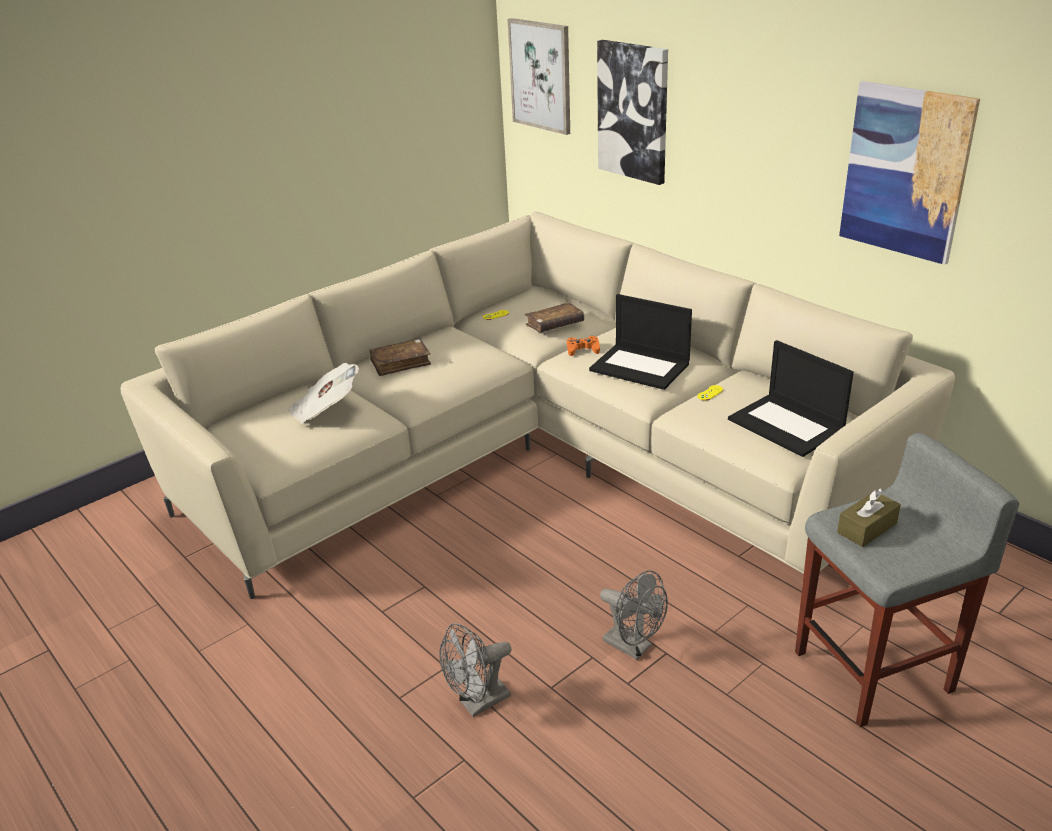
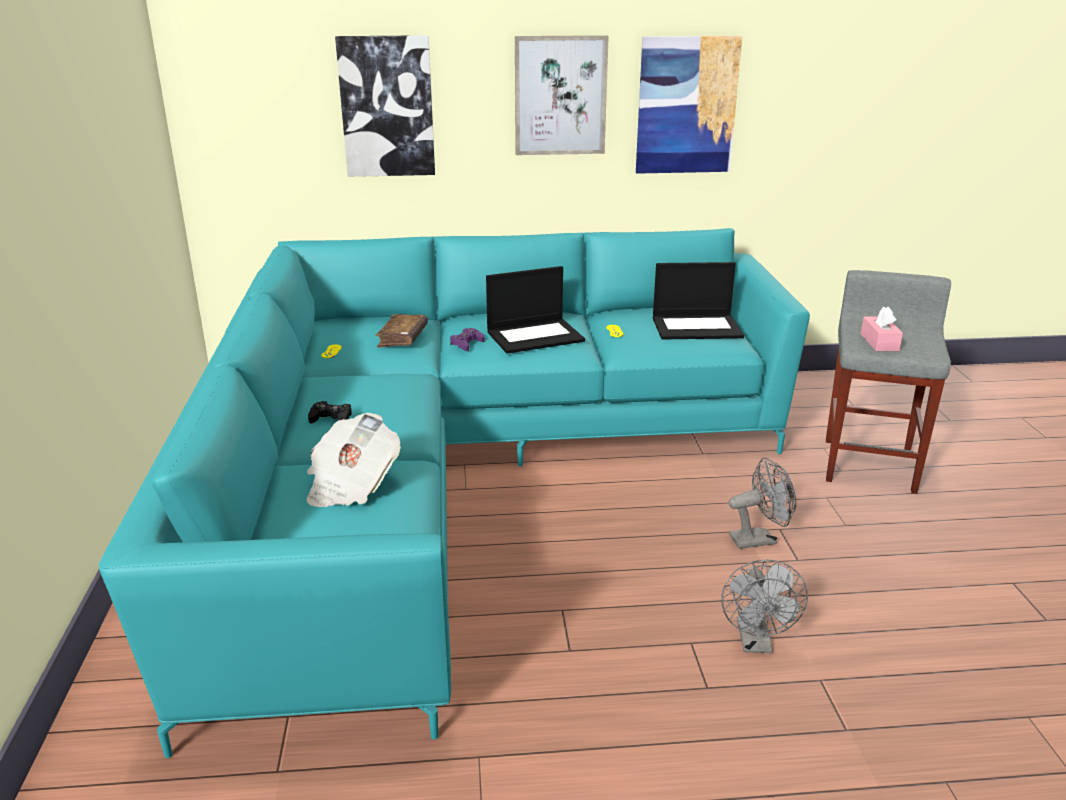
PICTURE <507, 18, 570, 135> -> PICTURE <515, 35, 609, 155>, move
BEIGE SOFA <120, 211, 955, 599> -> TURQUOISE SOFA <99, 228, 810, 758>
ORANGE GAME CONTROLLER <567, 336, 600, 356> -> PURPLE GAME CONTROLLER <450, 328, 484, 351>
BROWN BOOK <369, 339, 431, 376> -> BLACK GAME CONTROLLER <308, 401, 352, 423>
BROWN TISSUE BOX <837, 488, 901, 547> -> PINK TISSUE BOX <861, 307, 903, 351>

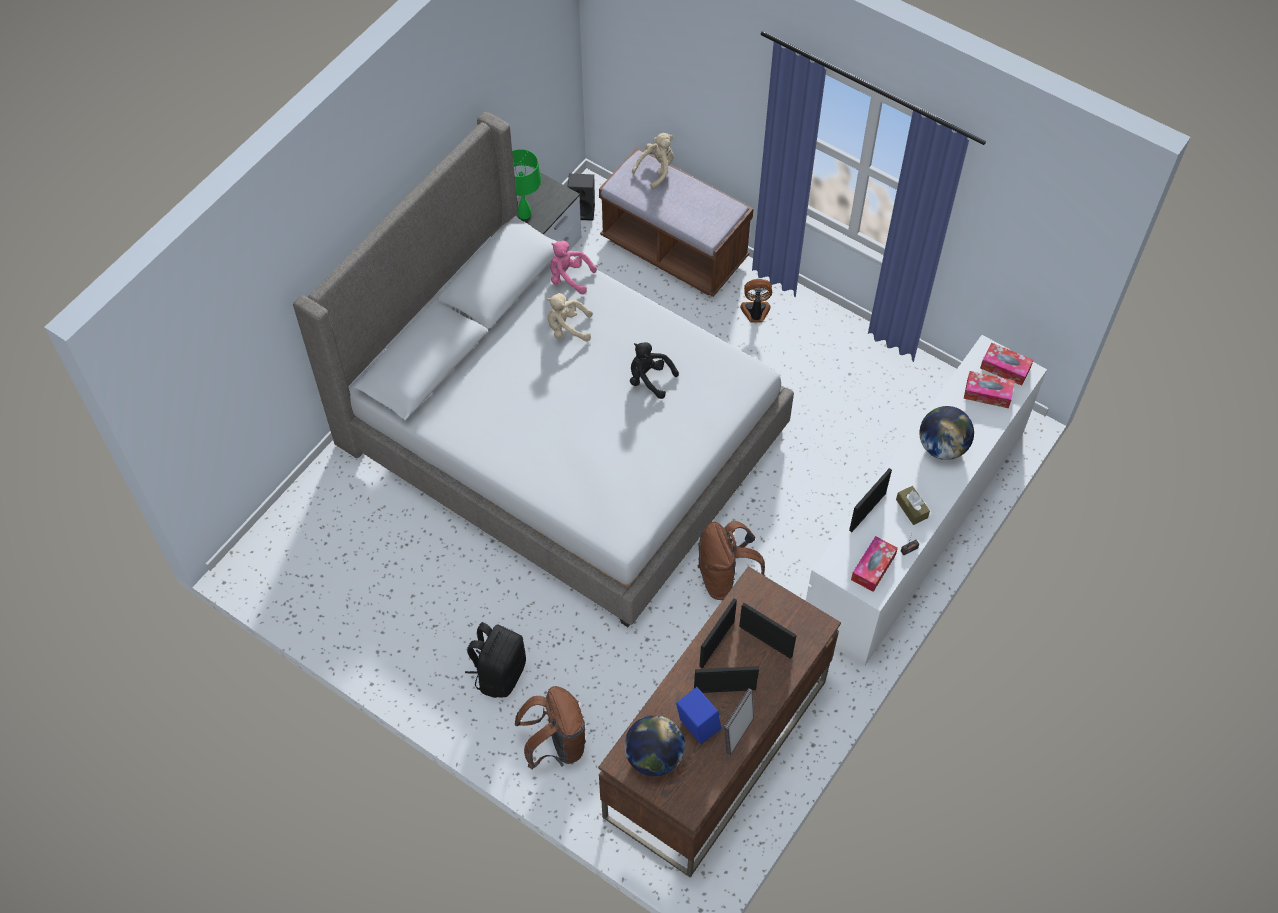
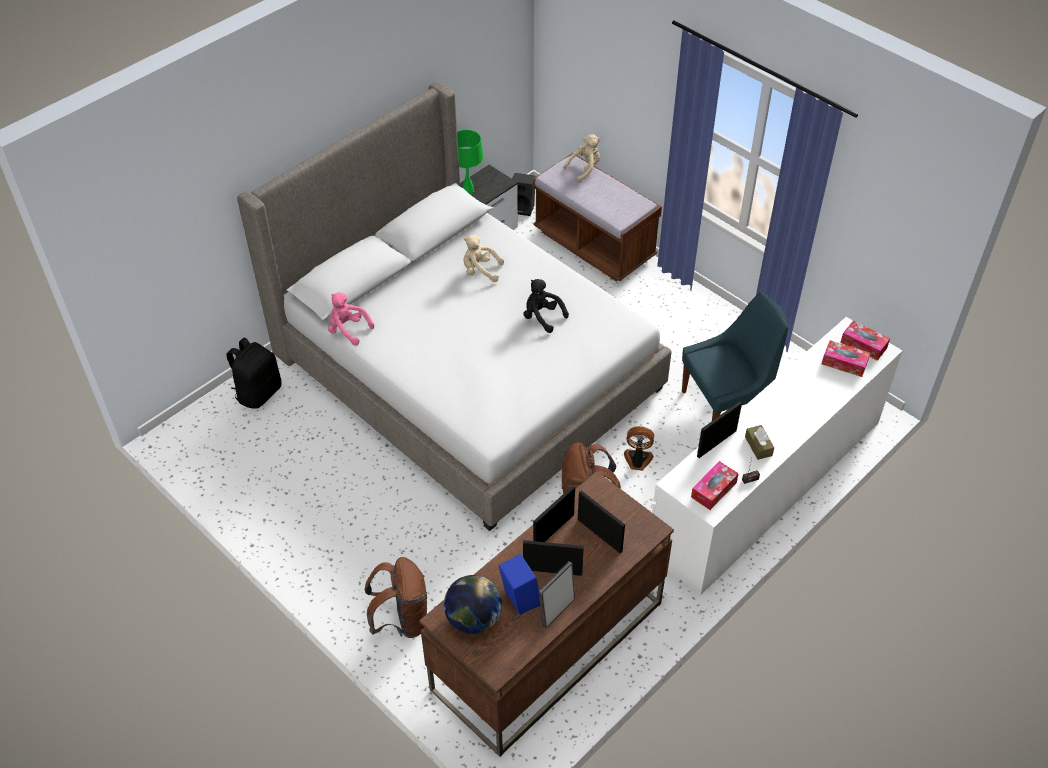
PINK PLUSH TOY <550, 241, 597, 294> -> PINK PLUSH TOY <328, 292, 374, 345>, move
FAN <740, 279, 772, 323> -> FAN <624, 426, 654, 471>, move
GLOBE <919, 406, 974, 460> -> none
BLACK BACKPACK <465, 622, 526, 698> -> BLACK BACKPACK <227, 338, 281, 409>, move
none -> BLUE CHAIR <682, 292, 788, 421>

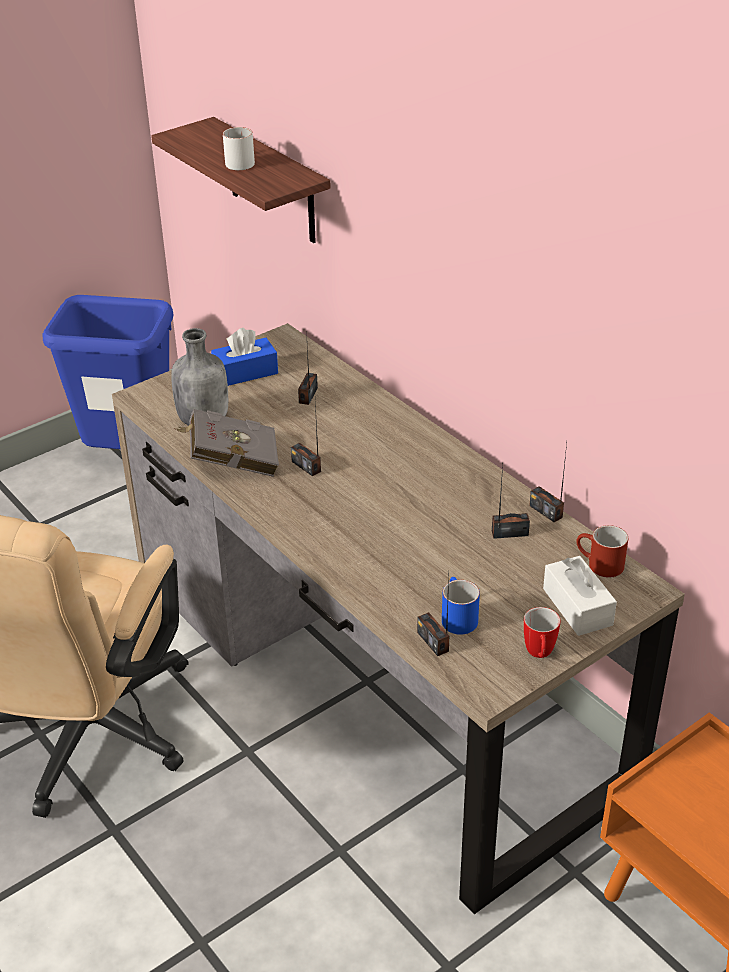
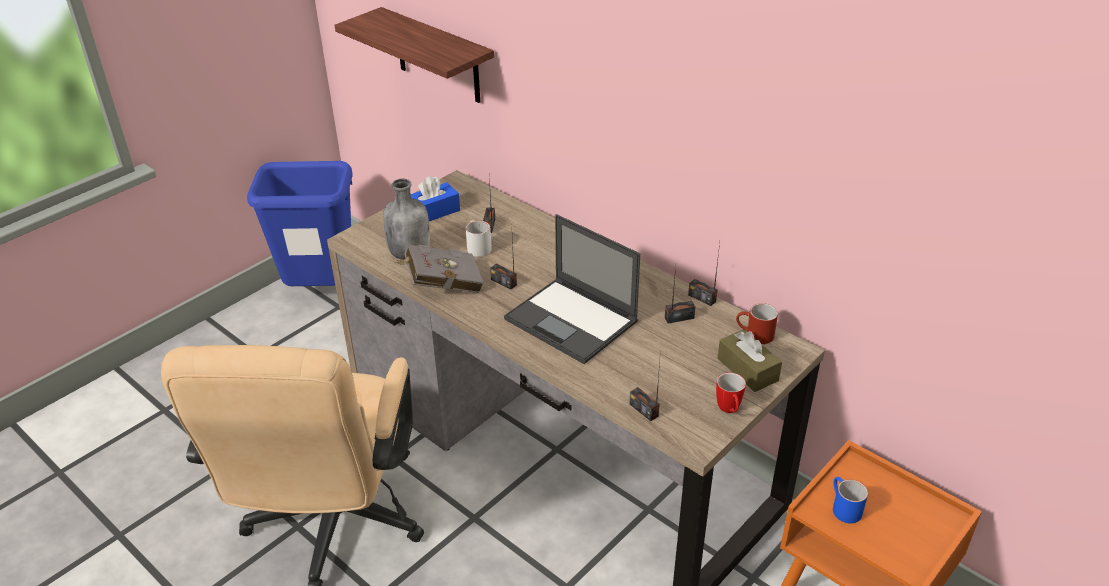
WHITE MUG <223, 127, 255, 170> -> WHITE MUG <466, 220, 492, 257>, move
WHITE TISSUE BOX <543, 556, 617, 636> -> BROWN TISSUE BOX <717, 329, 782, 392>
BLUE MUG <442, 577, 480, 635> -> BLUE MUG <833, 477, 868, 523>, move
none -> LAPTOP <504, 214, 640, 364>

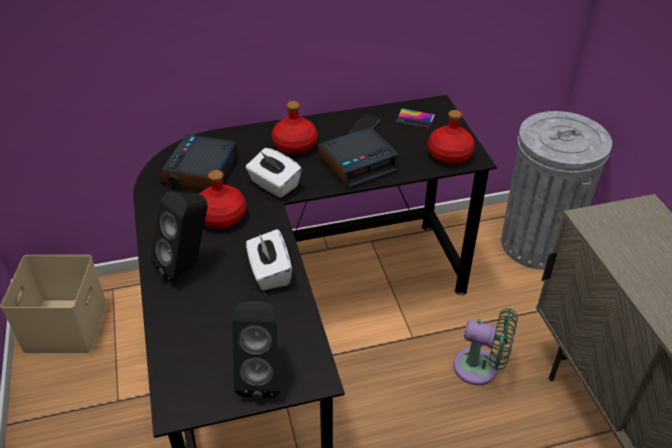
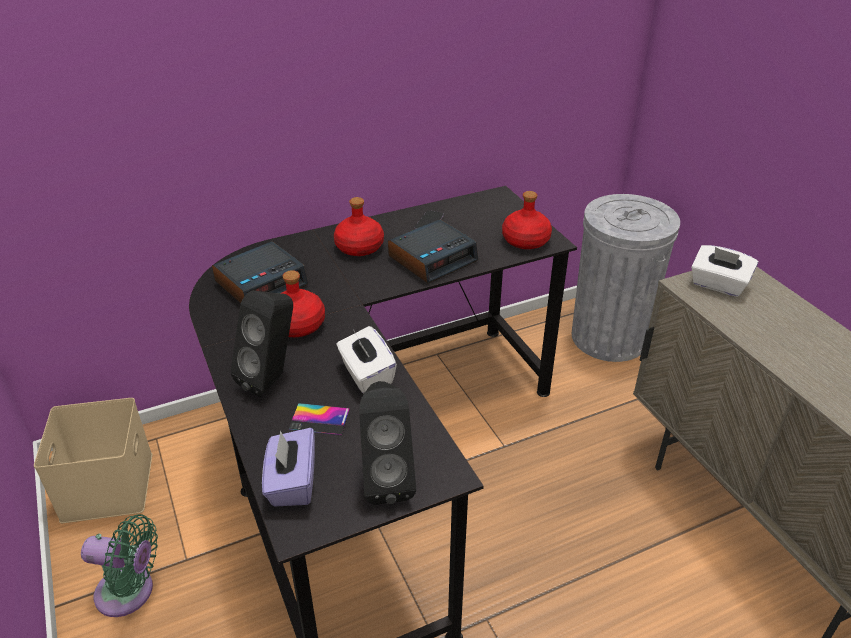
PHONE <396, 108, 436, 128> -> PHONE <289, 403, 350, 435>, move
ALARM CLOCK <160, 134, 238, 191> -> ALARM CLOCK <212, 241, 308, 304>, 135 degrees counterclockwise
WHITE TISSUE BOX <246, 148, 302, 198> -> WHITE TISSUE BOX <691, 245, 758, 297>, move
GREEN FAN <453, 309, 518, 385> -> GREEN FAN <81, 514, 158, 617>, move
none -> PURPLE TISSUE BOX <262, 428, 315, 507>

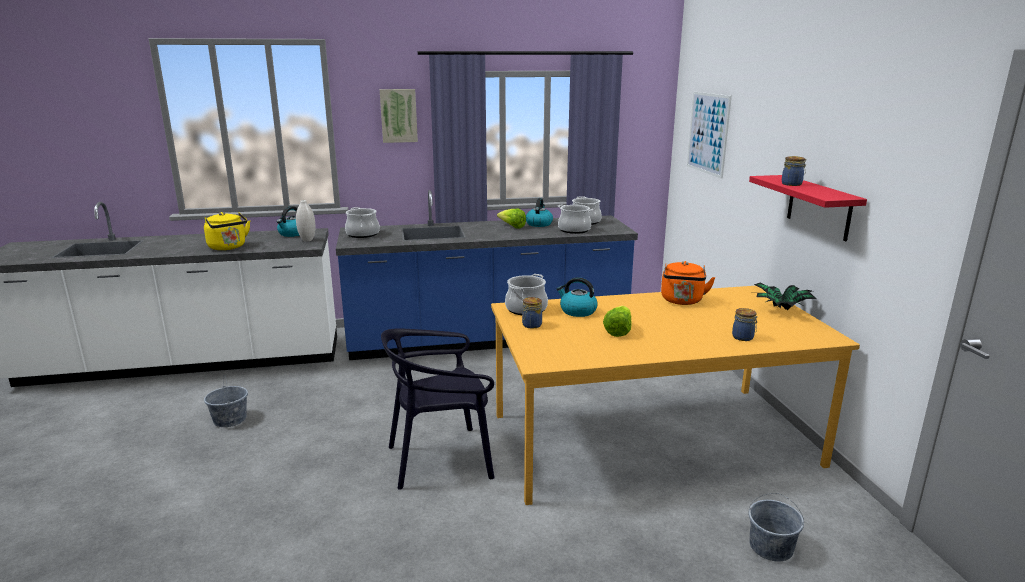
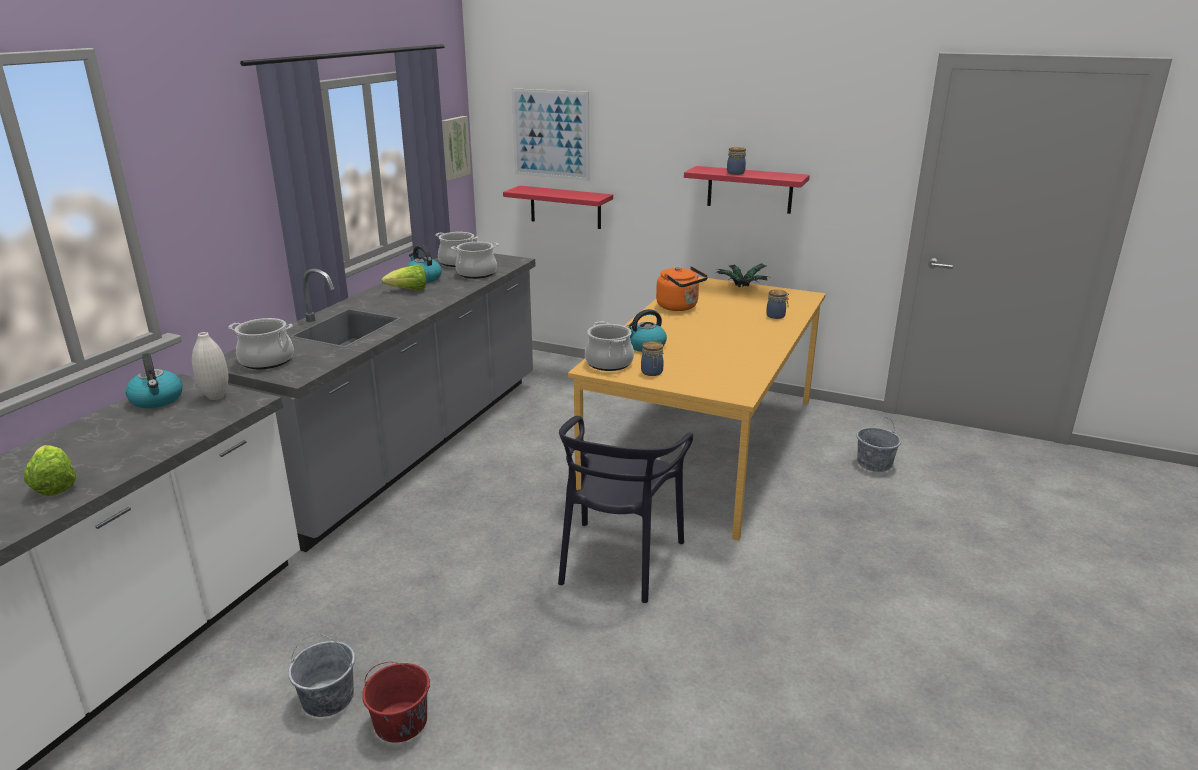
PICTURE <380, 89, 418, 143> -> PICTURE <442, 116, 471, 181>, move
BLUE COUNTER <336, 190, 638, 360> -> GREY COUNTER <224, 253, 536, 552>
YELLOW KETTLE <204, 212, 250, 250> -> none
LETTUCE <603, 306, 632, 337> -> LETTUCE <24, 445, 77, 496>, move
none -> RED SHELF <503, 186, 613, 229>
none -> RED BUCKET <362, 662, 430, 742>

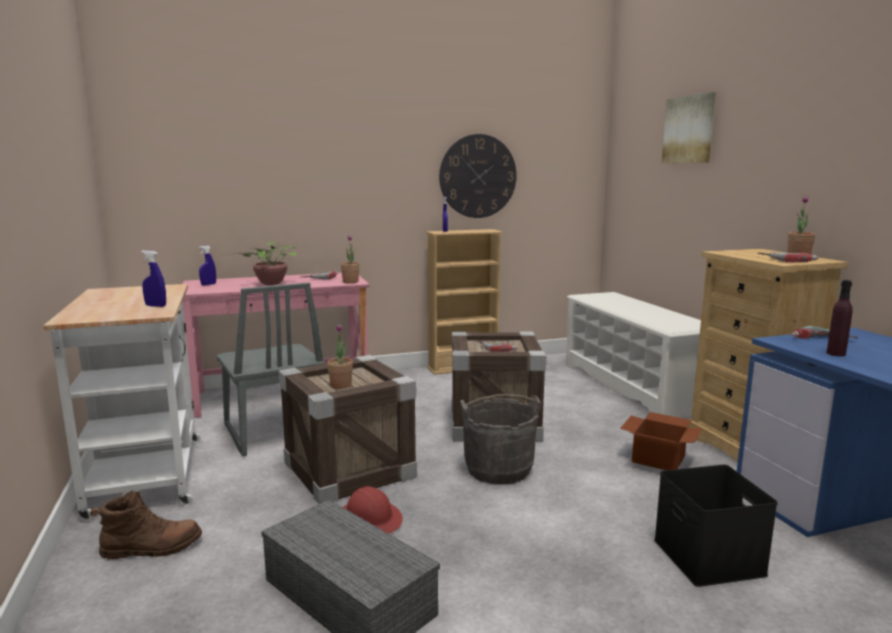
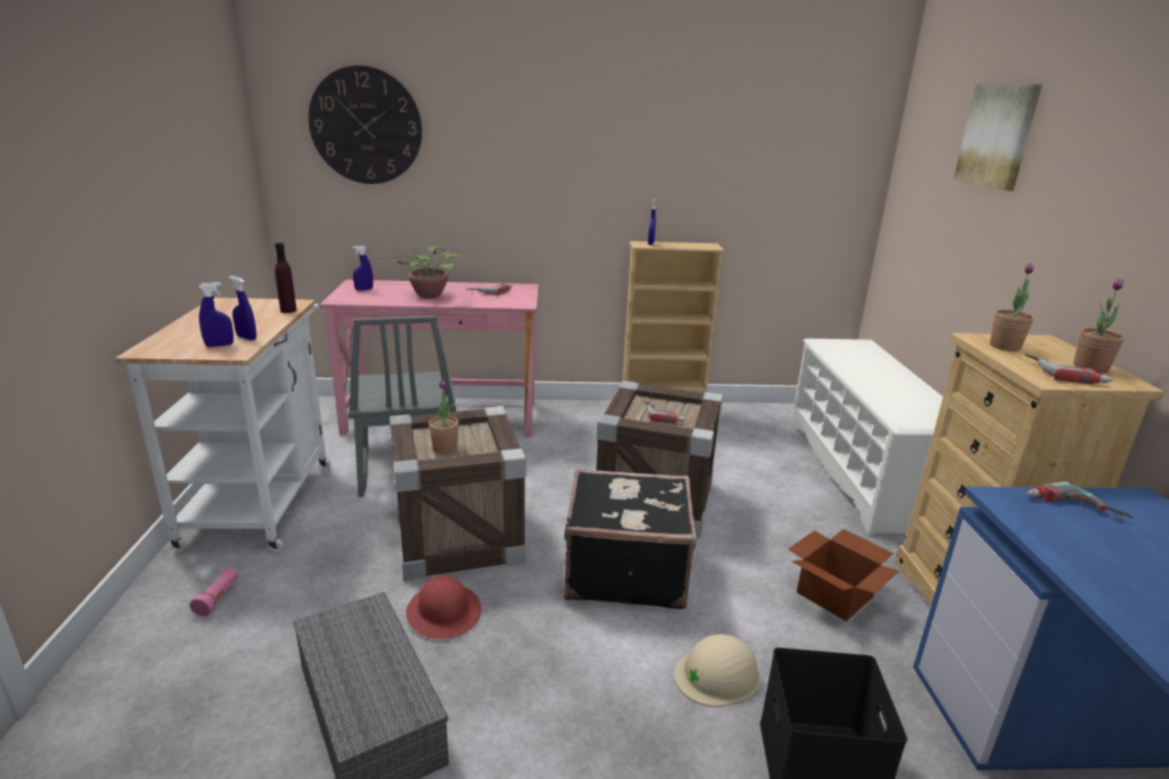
WALL CLOCK <439, 134, 517, 218> -> WALL CLOCK <308, 65, 422, 184>, move
POTTED PLANT <341, 235, 360, 283> -> POTTED PLANT <990, 263, 1034, 351>, move
PURPLE BOTTLE <826, 280, 852, 356> -> PURPLE BOTTLE <275, 242, 297, 313>, move
GREY BUCKET <460, 394, 541, 484> -> BLACK SUITCASE <564, 468, 697, 609>
BROWN BOOT <90, 490, 202, 560> -> PINK FLASHLIGHT <189, 568, 239, 617>
none -> BLUE SPRAY BOTTLE <199, 282, 234, 347>
none -> BEIGE HARD HAT <674, 634, 761, 707>

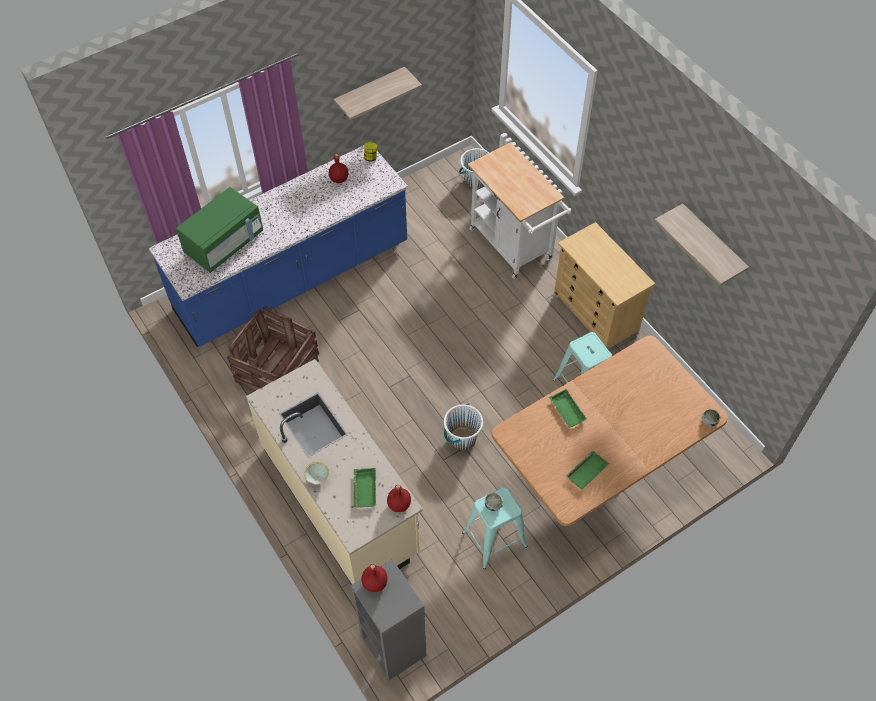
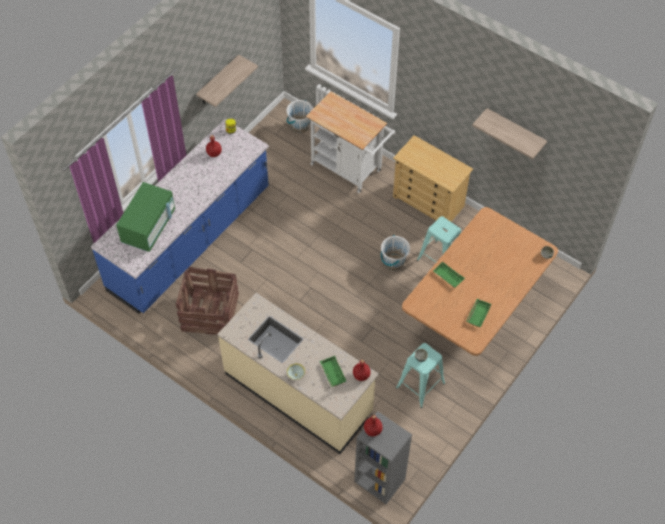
WHITE BUCKET <444, 403, 483, 450> -> WHITE BUCKET <381, 235, 410, 270>, move

